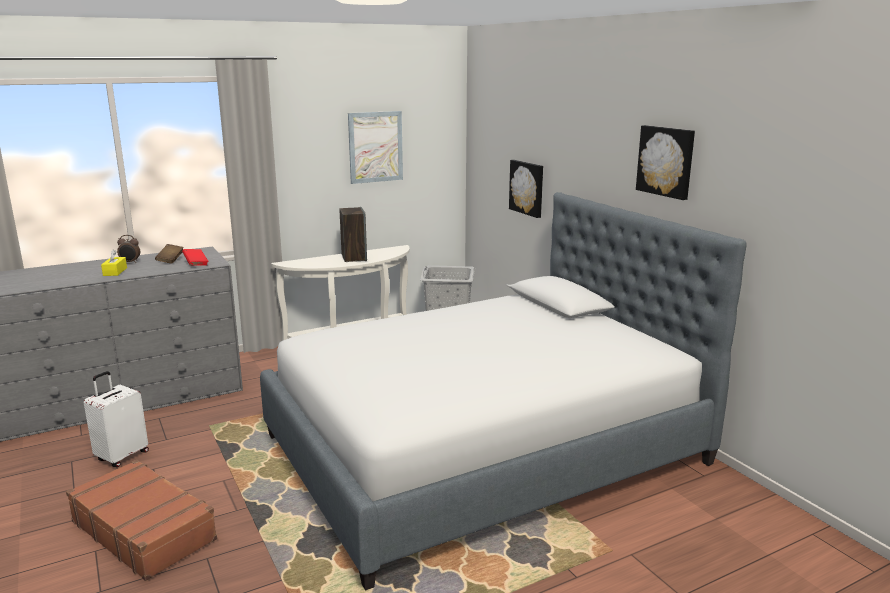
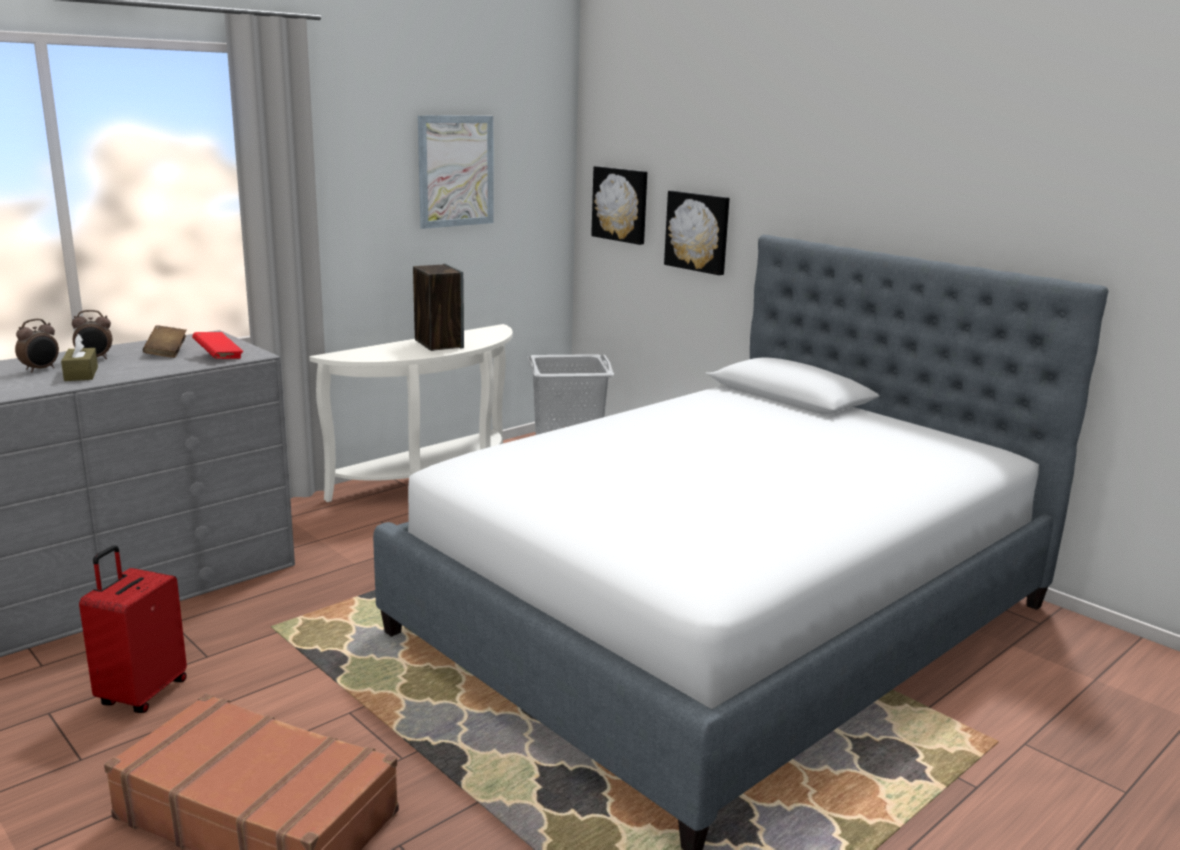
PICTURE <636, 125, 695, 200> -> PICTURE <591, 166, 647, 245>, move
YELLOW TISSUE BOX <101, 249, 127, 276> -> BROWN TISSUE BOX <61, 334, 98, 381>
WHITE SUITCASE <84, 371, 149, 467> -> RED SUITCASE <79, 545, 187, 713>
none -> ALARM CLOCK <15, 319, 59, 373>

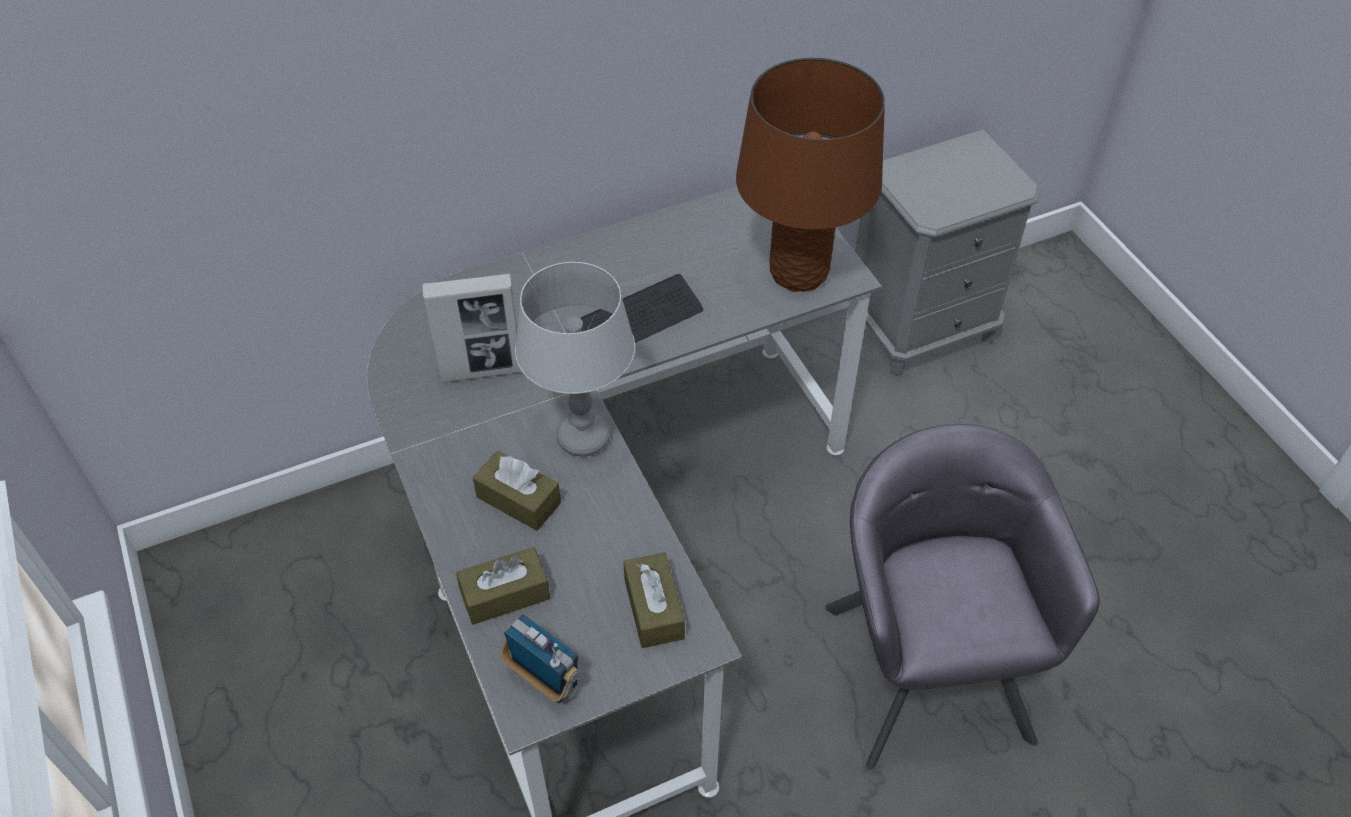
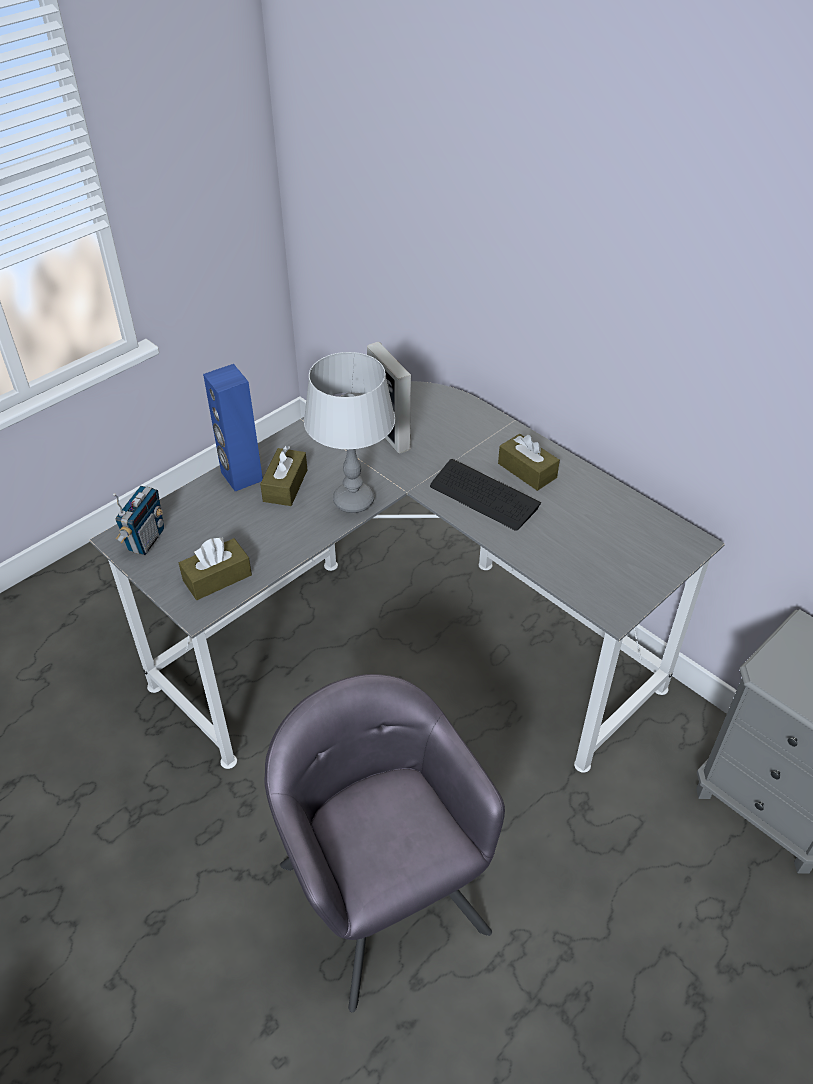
BROWN TABLE LAMP <736, 58, 885, 292> -> none
GREY ARMCHAIR <825, 424, 1100, 770> -> GREY ARMCHAIR <264, 674, 505, 1012>, 90 degrees counterclockwise
BROWN TISSUE BOX <456, 547, 550, 625> -> BROWN TISSUE BOX <498, 434, 560, 491>, move
none -> BLUE SPEAKER <203, 364, 263, 491>

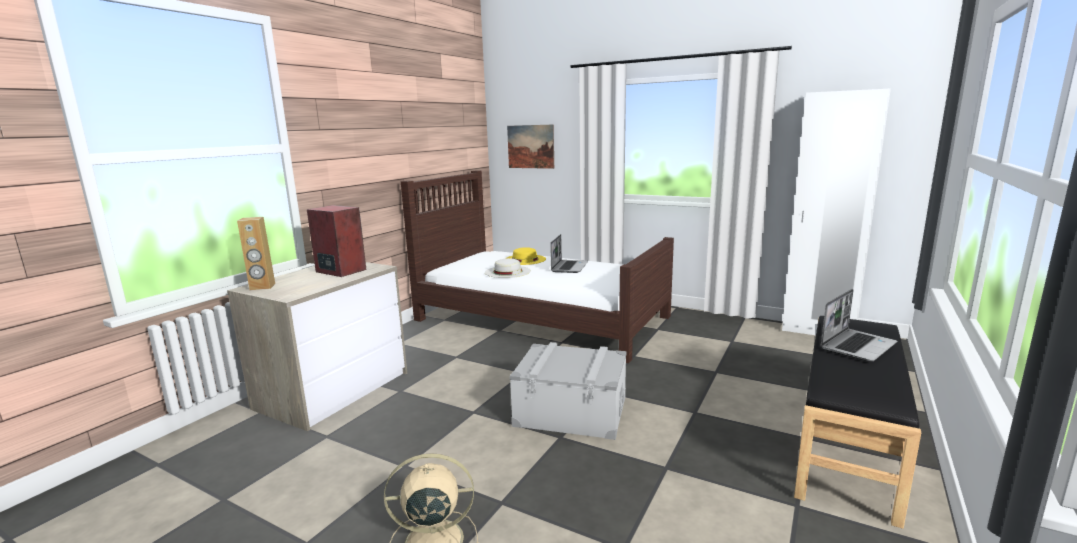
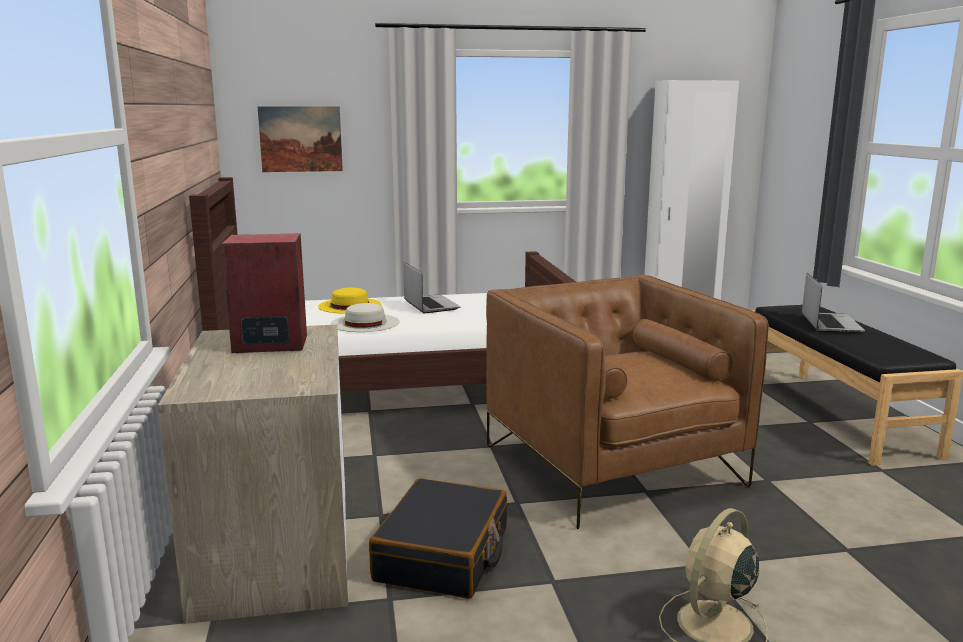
BROWN SPEAKER <237, 217, 275, 290> -> none
GREY STORAGE BOX <510, 342, 626, 440> -> BROWN ARMCHAIR <486, 275, 769, 529>
none -> BLACK SUITCASE <369, 478, 507, 599>

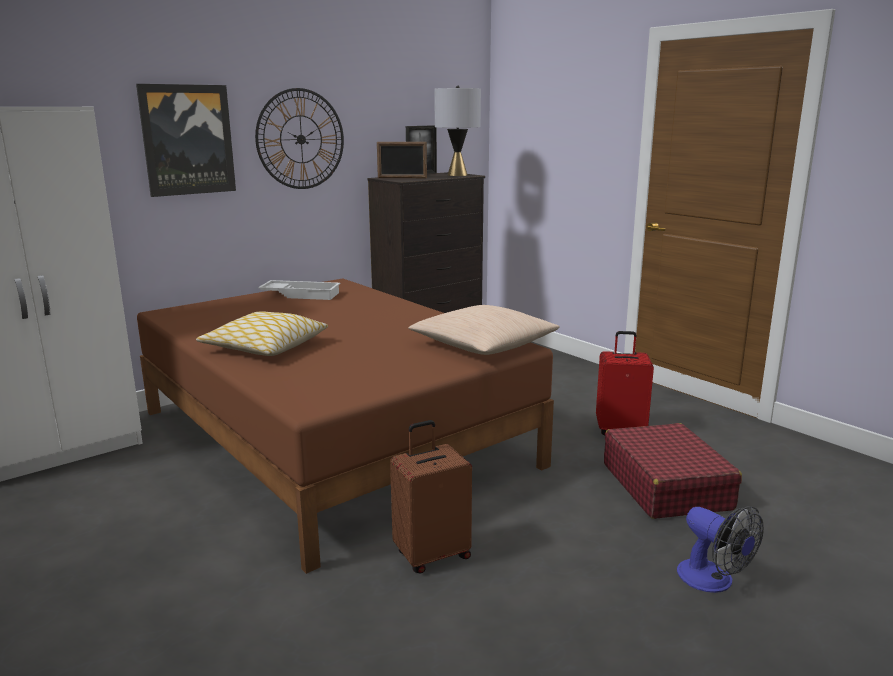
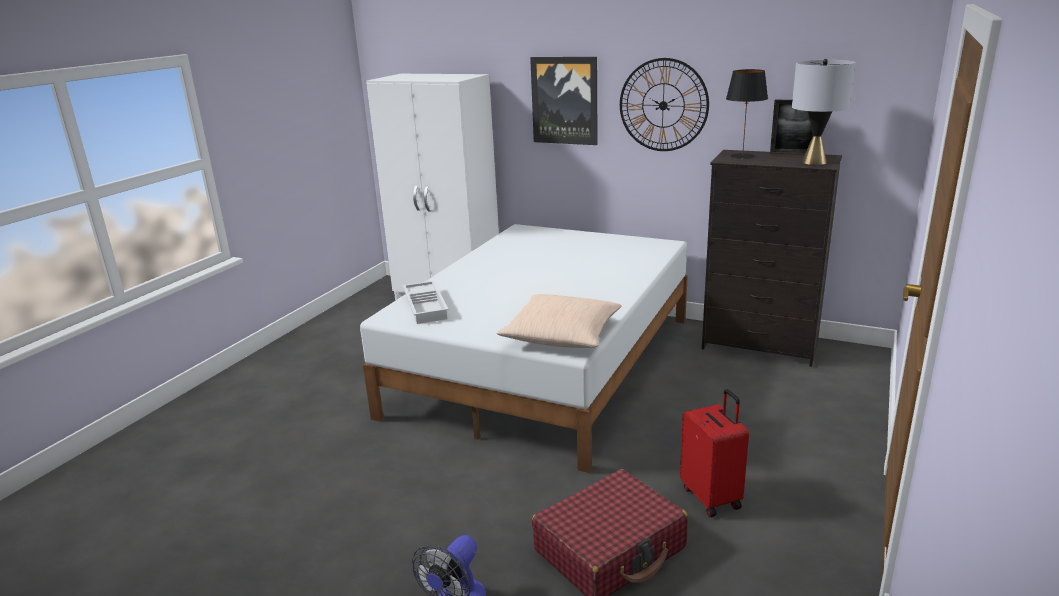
PICTURE FRAME <377, 142, 427, 178> -> BLACK TABLE LAMP <726, 69, 768, 159>
BROWN BED <137, 278, 554, 574> -> WHITE BED <360, 224, 688, 473>
WHITE TRAY <258, 280, 341, 300> -> WHITE TRAY <403, 281, 448, 324>, move
PILLOW <196, 311, 328, 356> -> none
BROWN SUITCASE <390, 420, 472, 574> -> none

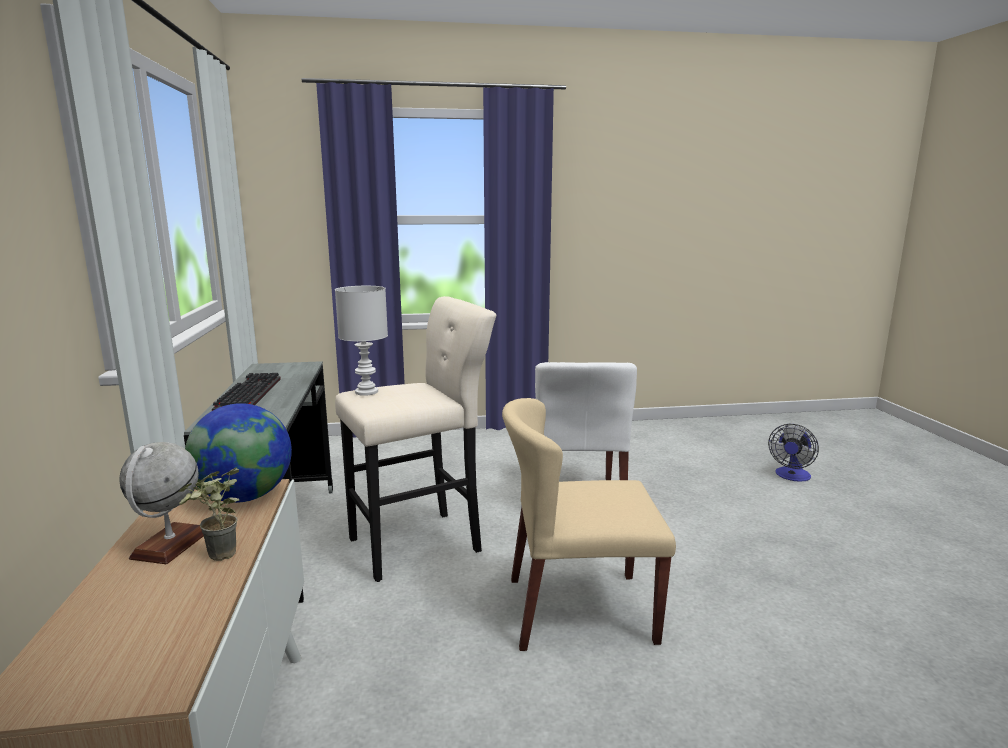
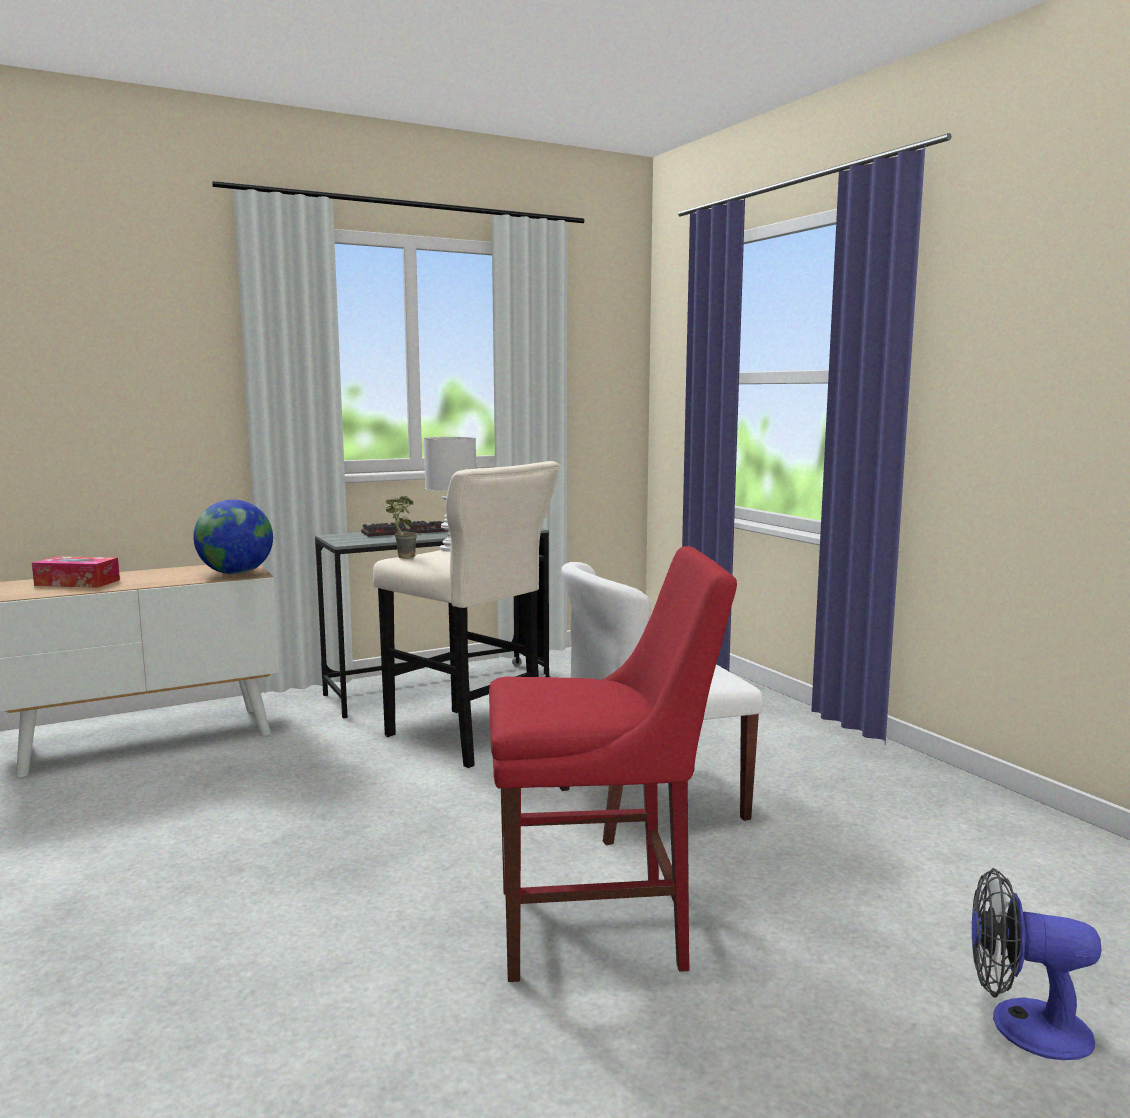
BEIGE CHAIR <502, 398, 676, 651> -> none
GLOBE <119, 442, 204, 564> -> none
POTTED PLANT <178, 468, 240, 561> -> POTTED PLANT <386, 496, 418, 559>, move
none -> RED CHAIR <489, 546, 737, 982>
none -> TISSUE BOX <32, 556, 120, 588>

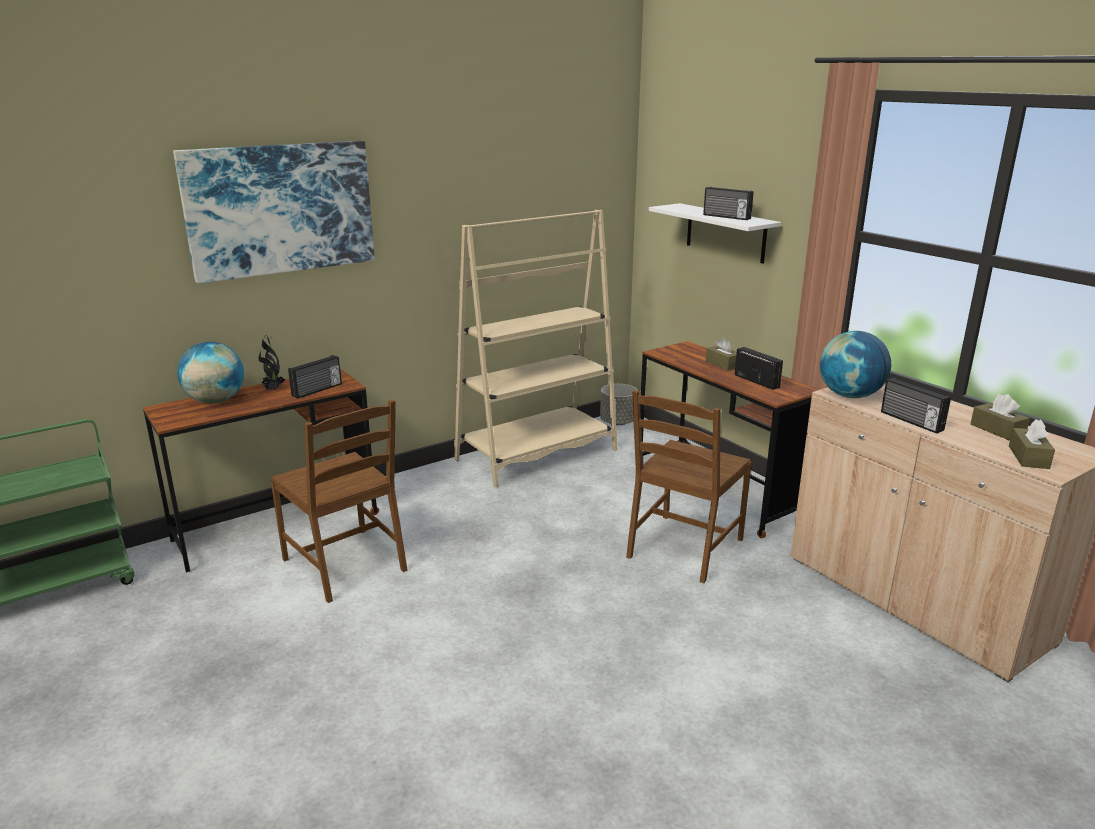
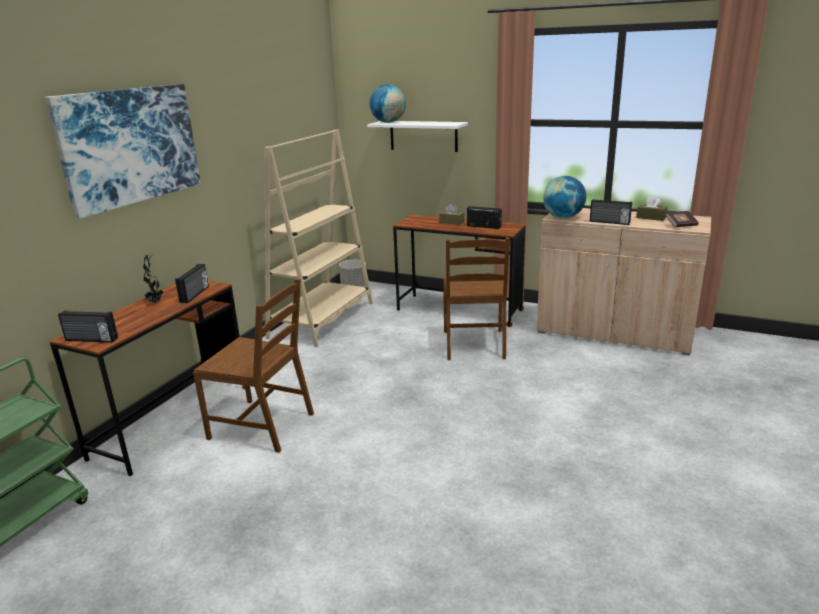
RADIO <703, 187, 754, 220> -> RADIO <58, 310, 118, 343>, move
GLOBE <177, 342, 244, 404> -> GLOBE <370, 84, 406, 123>, move
BROWN TISSUE BOX <1009, 419, 1055, 469> -> BOOK <665, 211, 699, 227>

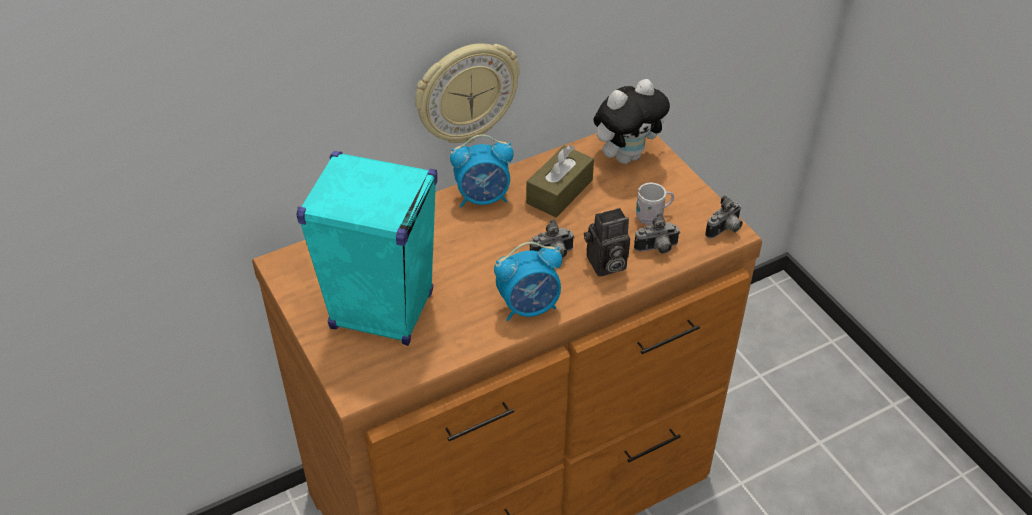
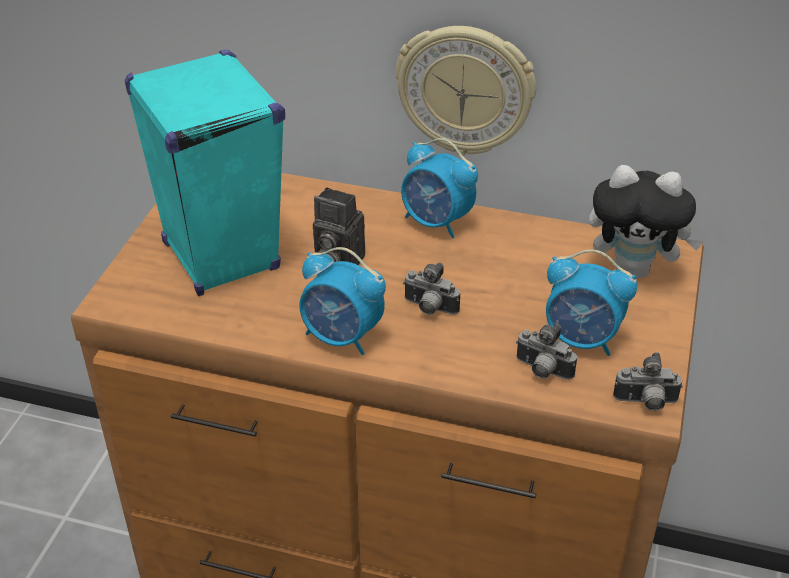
BROWN TISSUE BOX <526, 145, 594, 217> -> none
WHITE MUG <636, 183, 674, 225> -> ALARM CLOCK <546, 249, 637, 356>
PHOTO CAMERA <584, 208, 630, 276> -> PHOTO CAMERA <313, 187, 365, 265>, move

